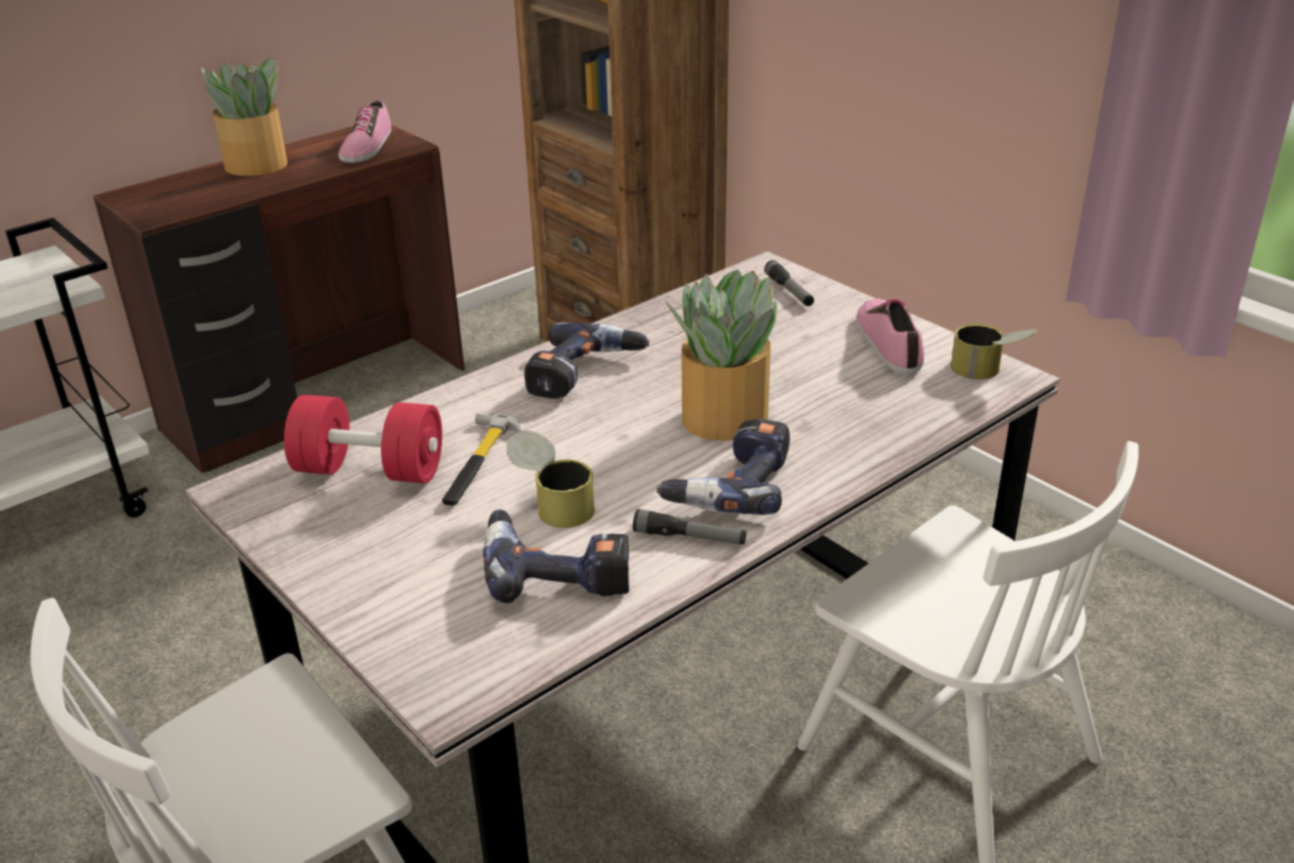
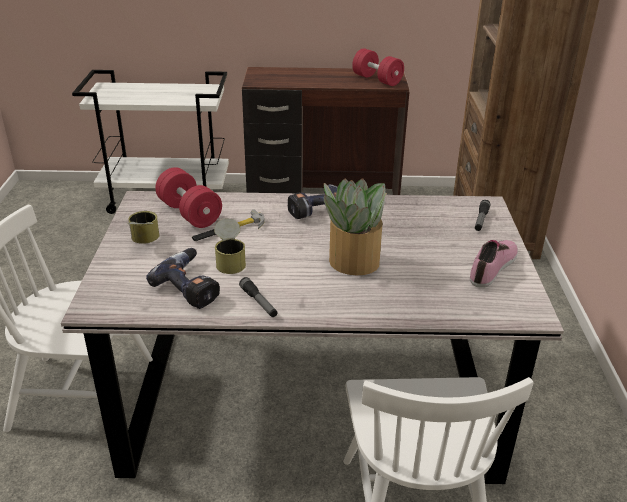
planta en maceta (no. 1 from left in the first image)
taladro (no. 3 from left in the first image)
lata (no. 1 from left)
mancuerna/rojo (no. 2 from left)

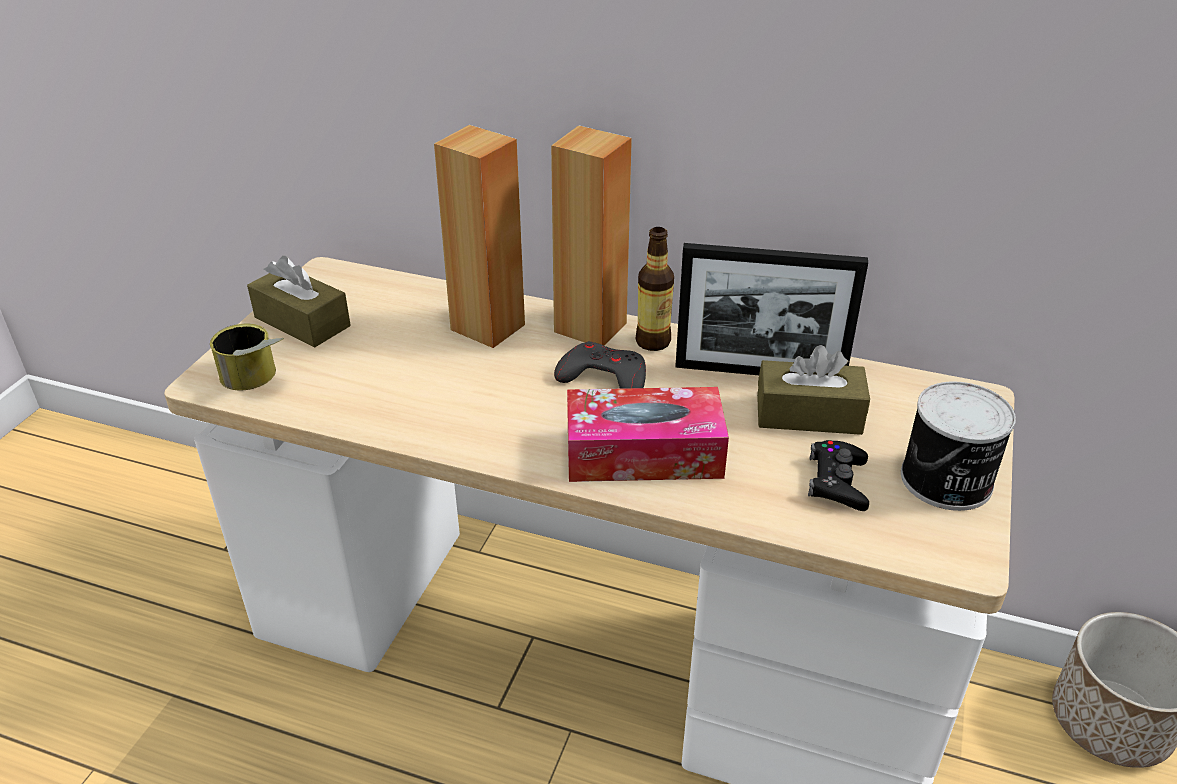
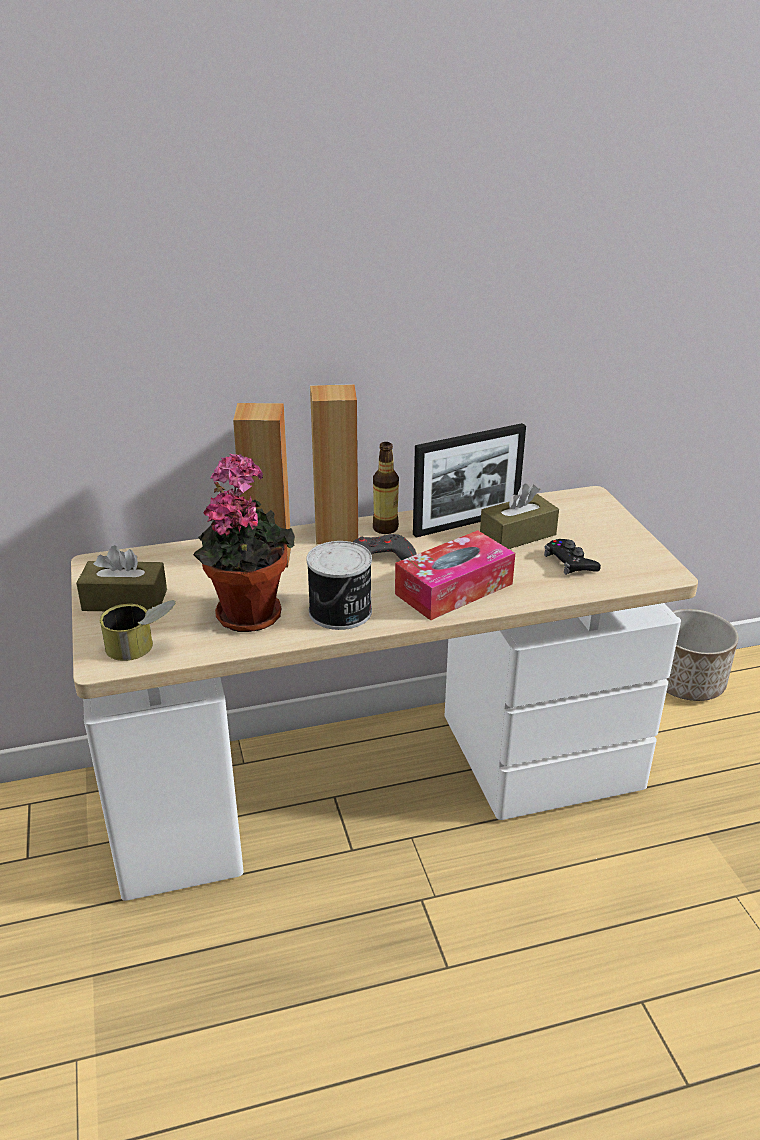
planta en maceta
lata (no. 2 from left)

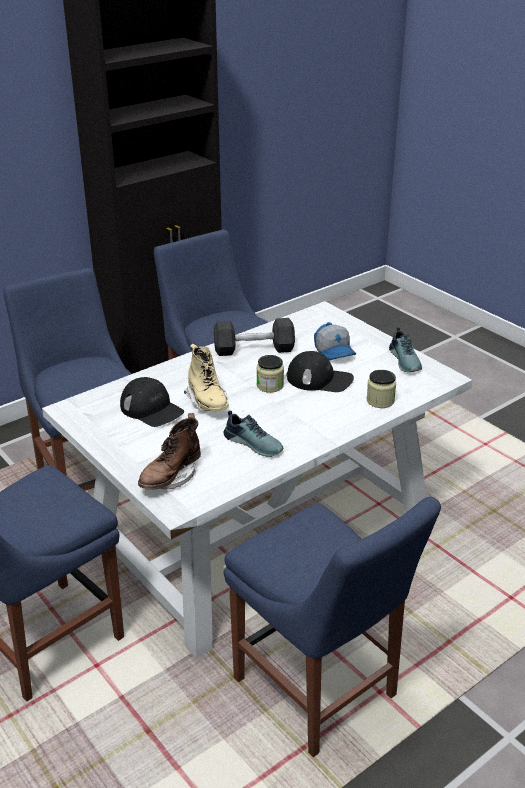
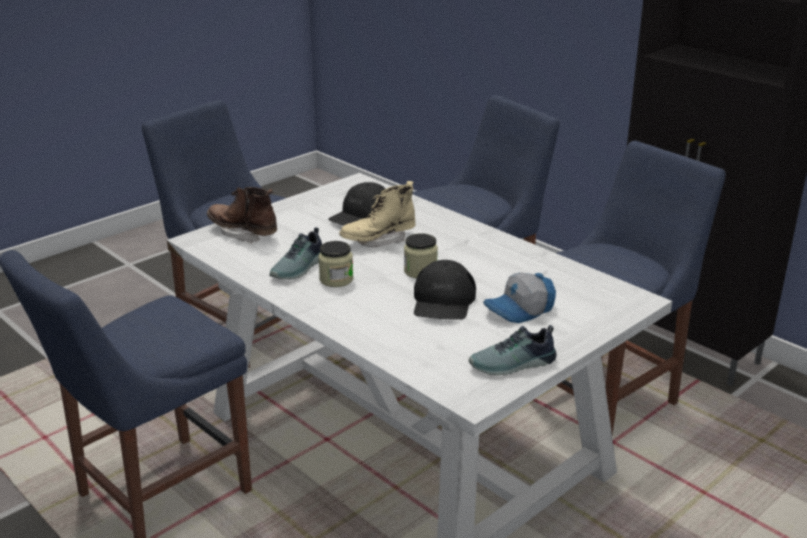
mancuerna/negro
tarro (no. 1 from left)

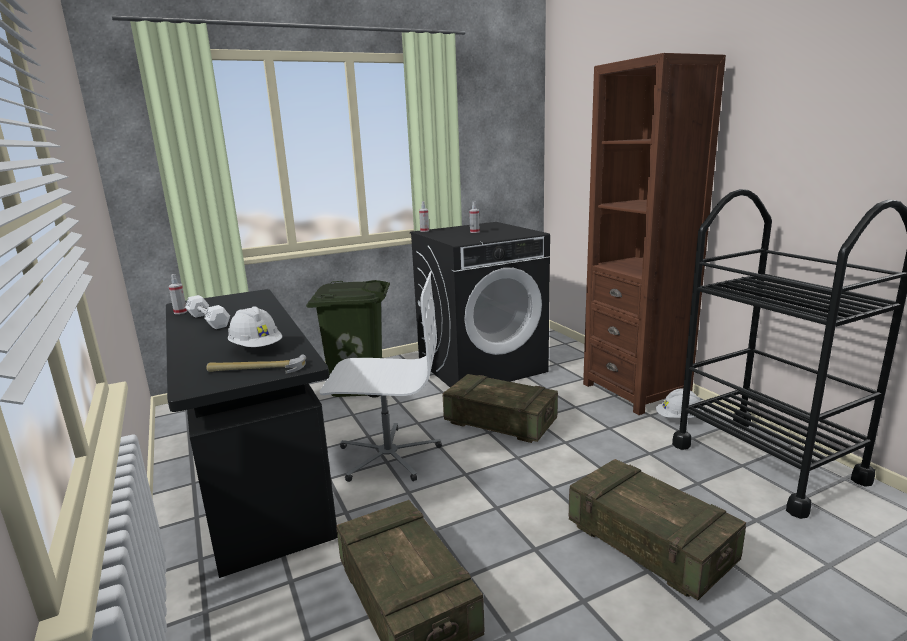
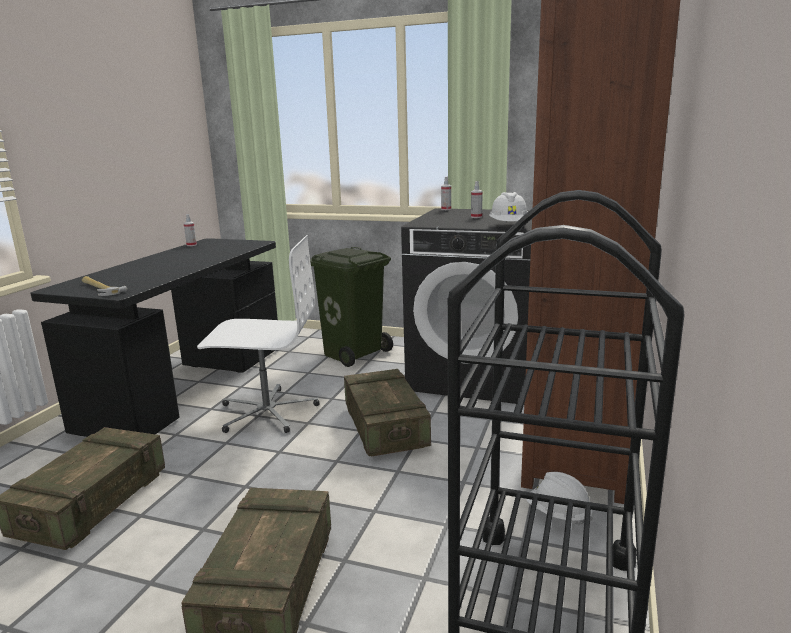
mancuerna/blanco
casco/blanco (no. 1 from left)
silla de oficina/blanco

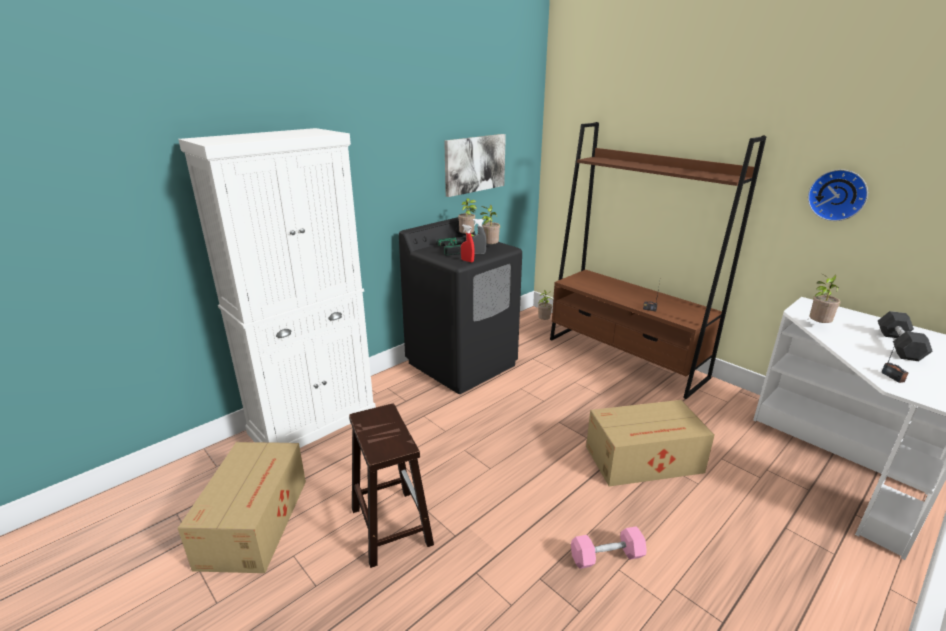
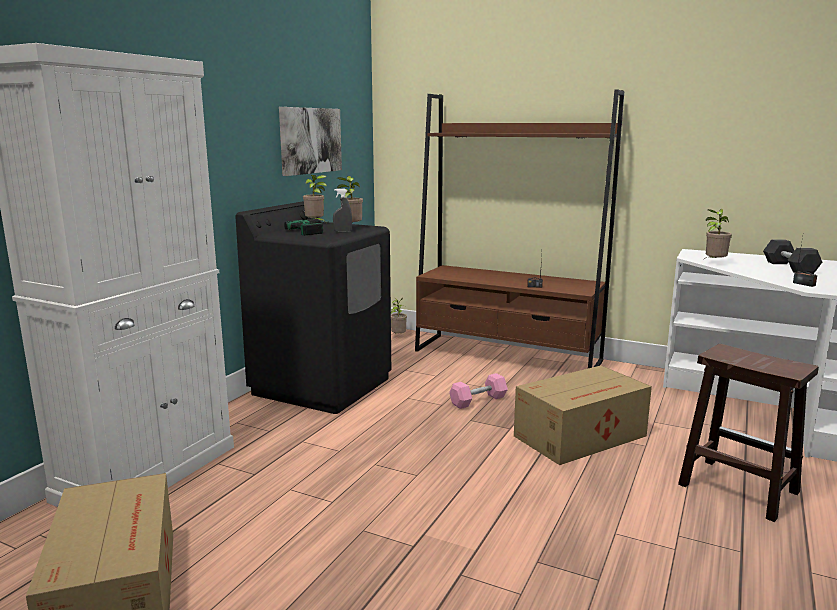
pulverizador/rojo
reloj de pared
taburete/marrón
mancuerna/rosa

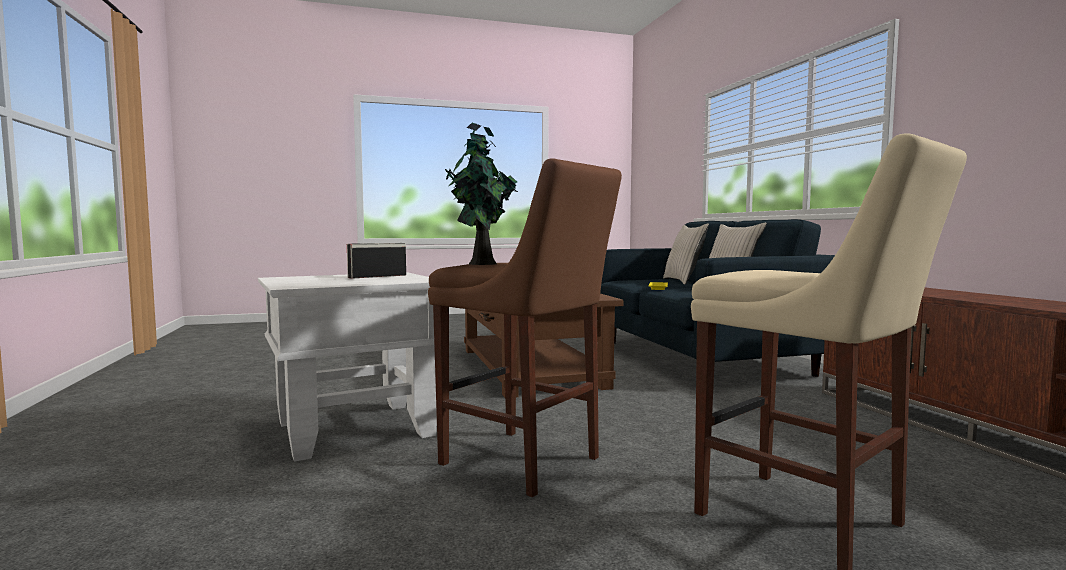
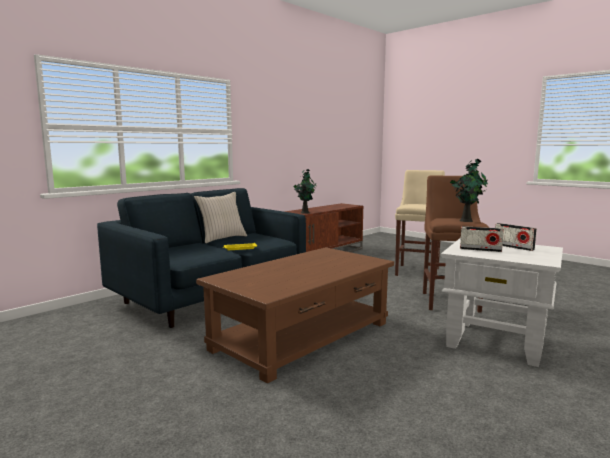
cojín/beis (no. 1 from left in the first image)
planta en maceta (no. 1 from left)
radio (no. 2 from left)

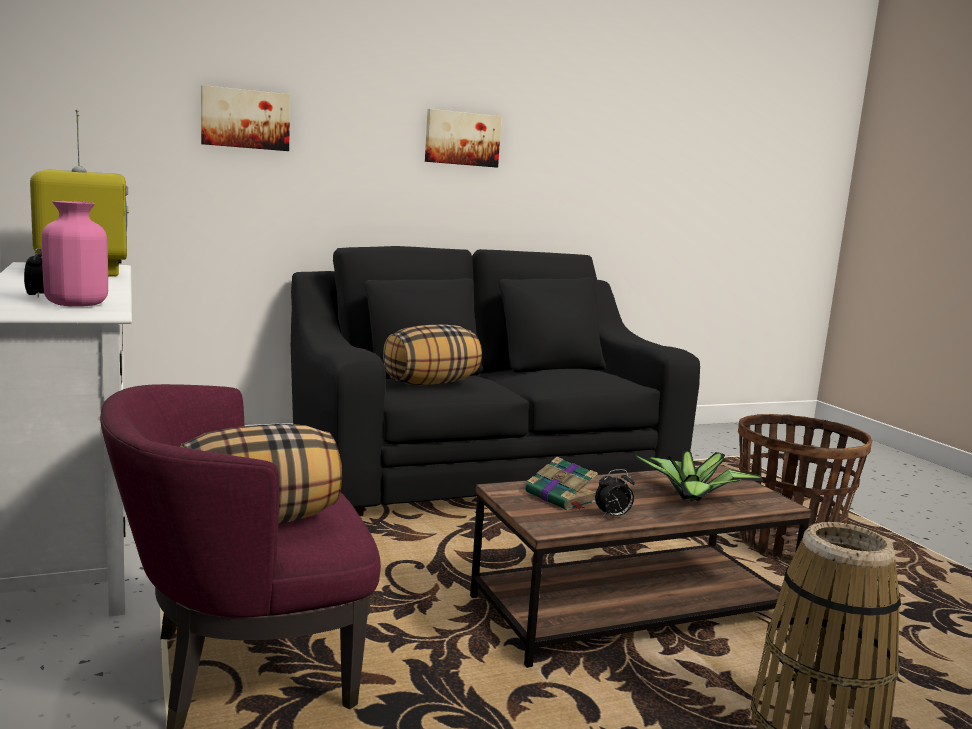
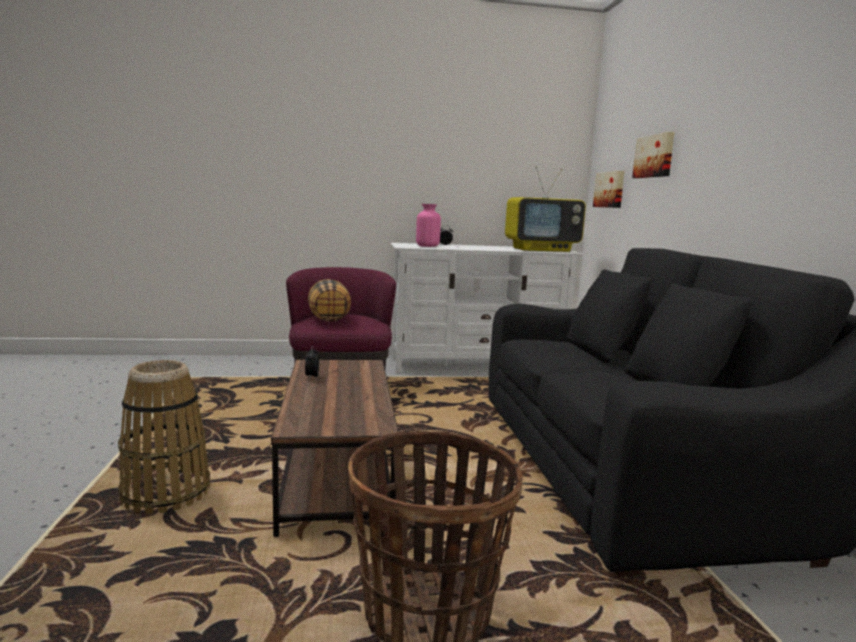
cojín (no. 2 from left in the first image)
libro
planta en maceta
cuadro (no. 1 from left)

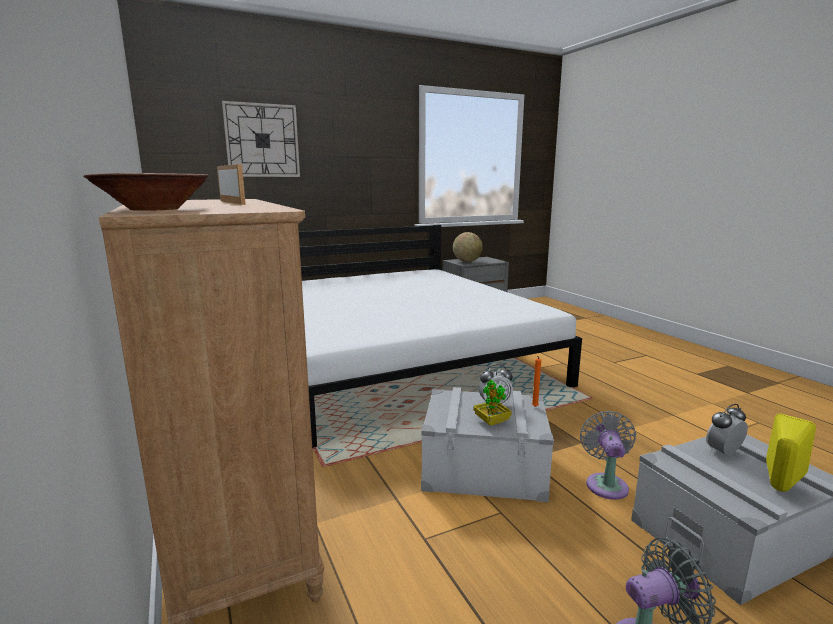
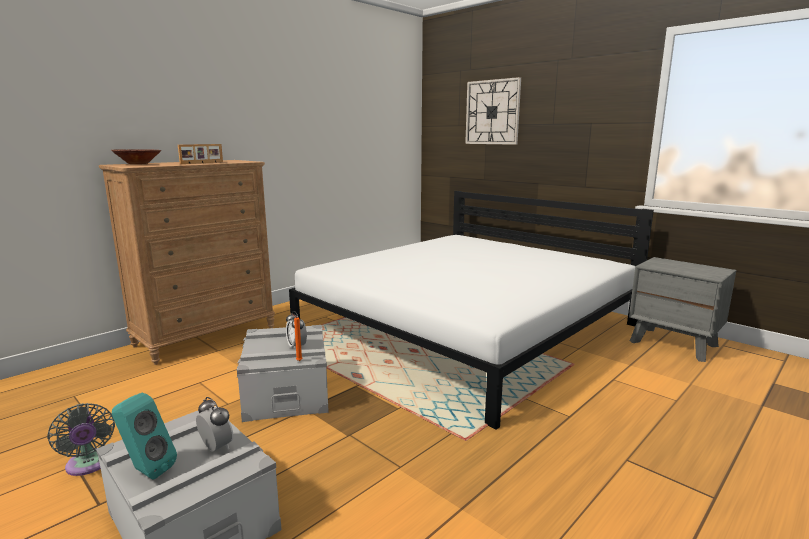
globo terráqueo
planta en maceta
ventilador/gris (no. 1 from left in the first image)
altavoz/turquesa

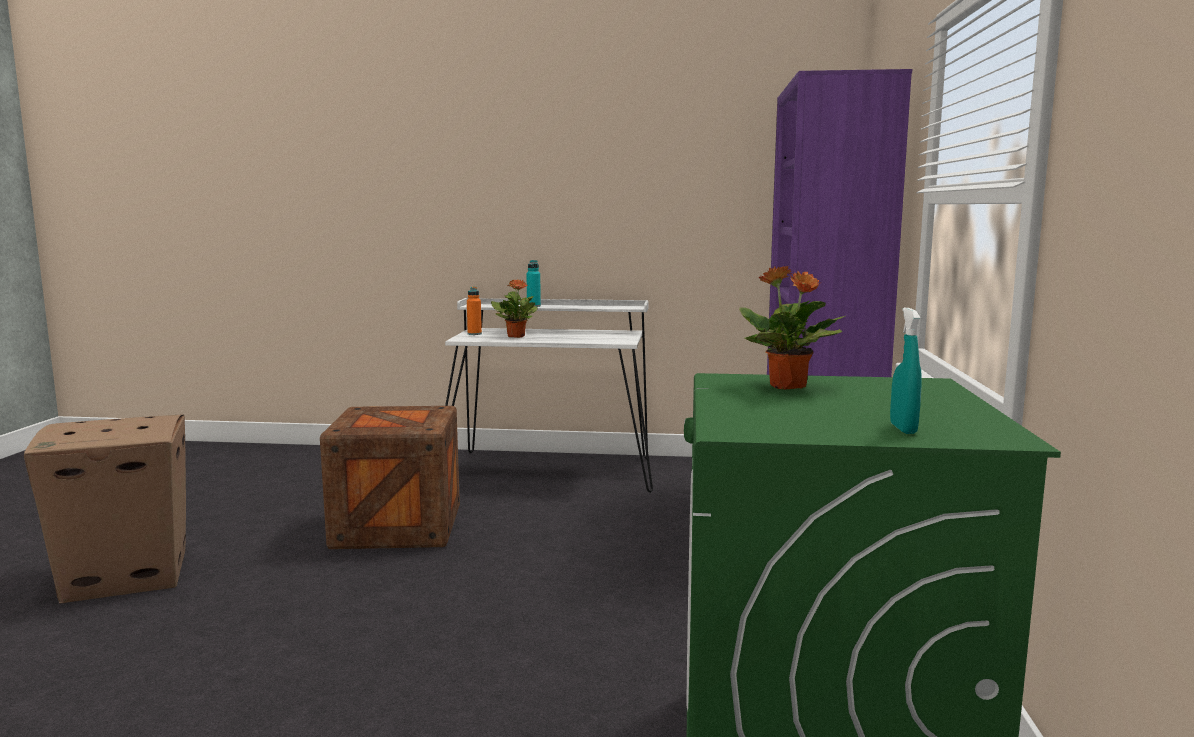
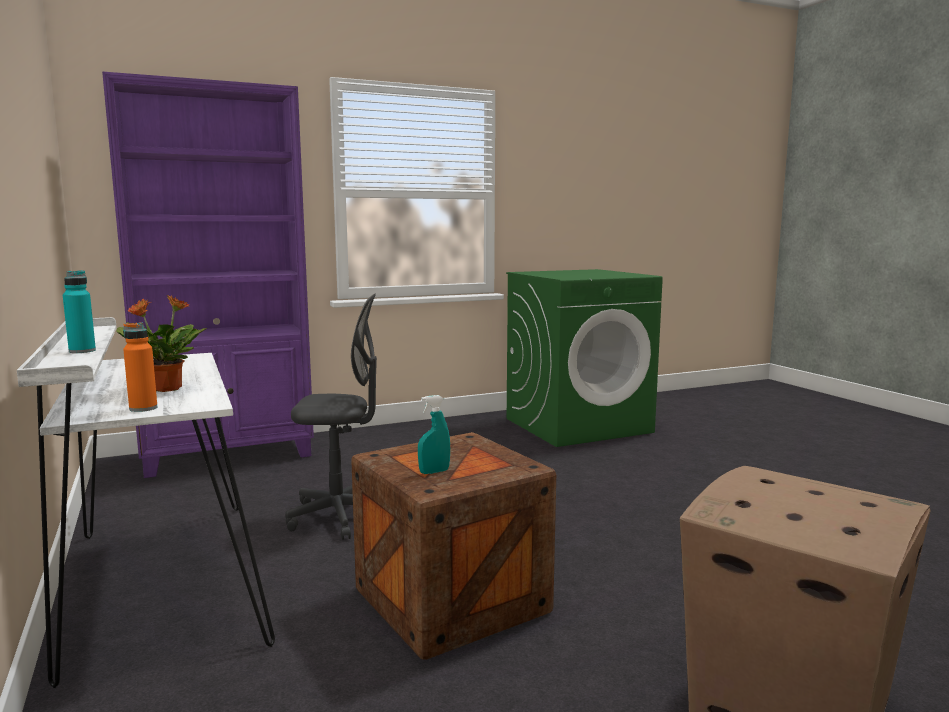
planta en maceta (no. 2 from left in the first image)
silla de oficina/gris
pulverizador/turquesa

